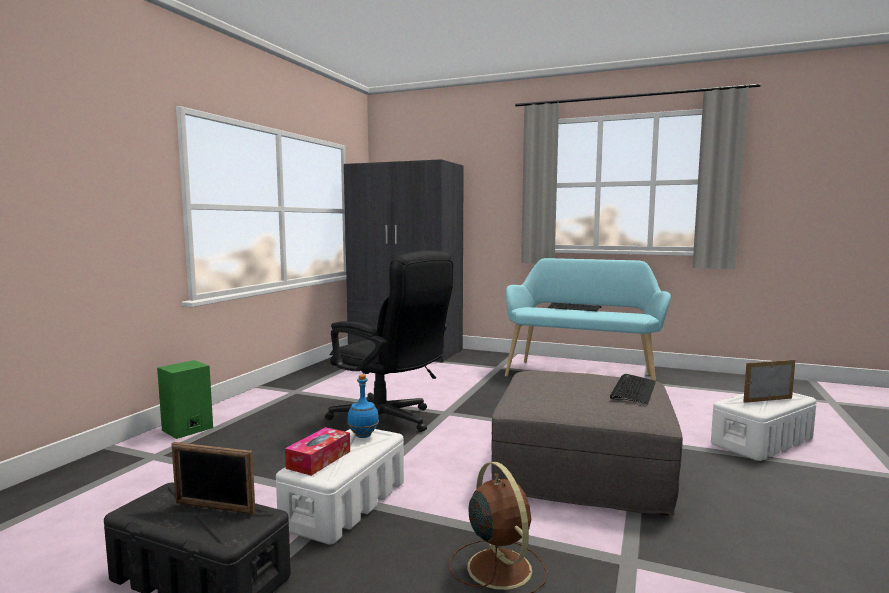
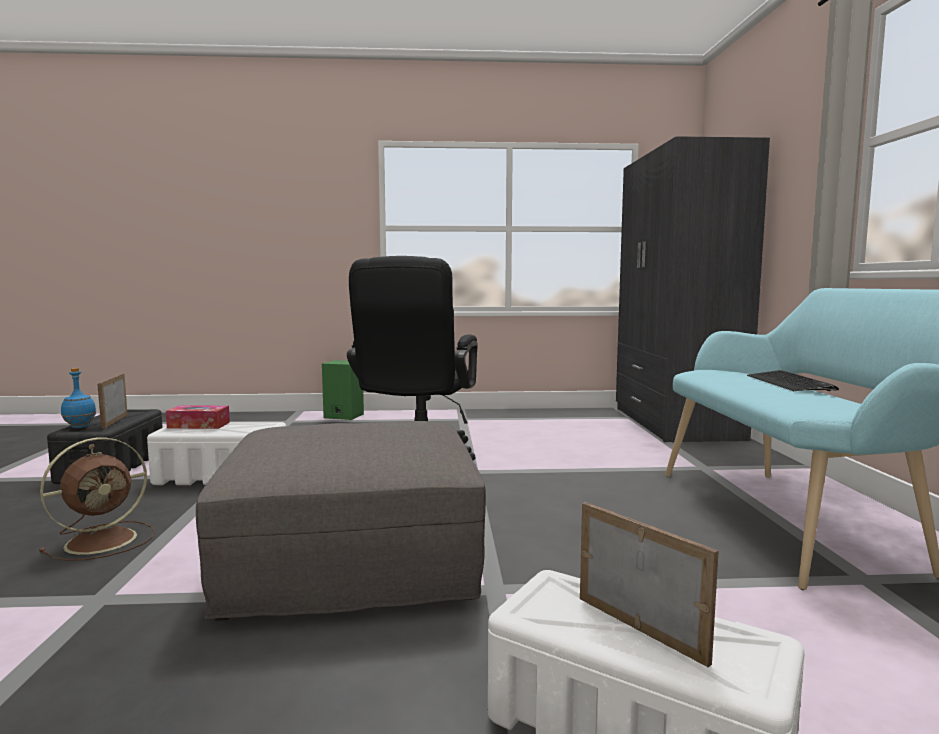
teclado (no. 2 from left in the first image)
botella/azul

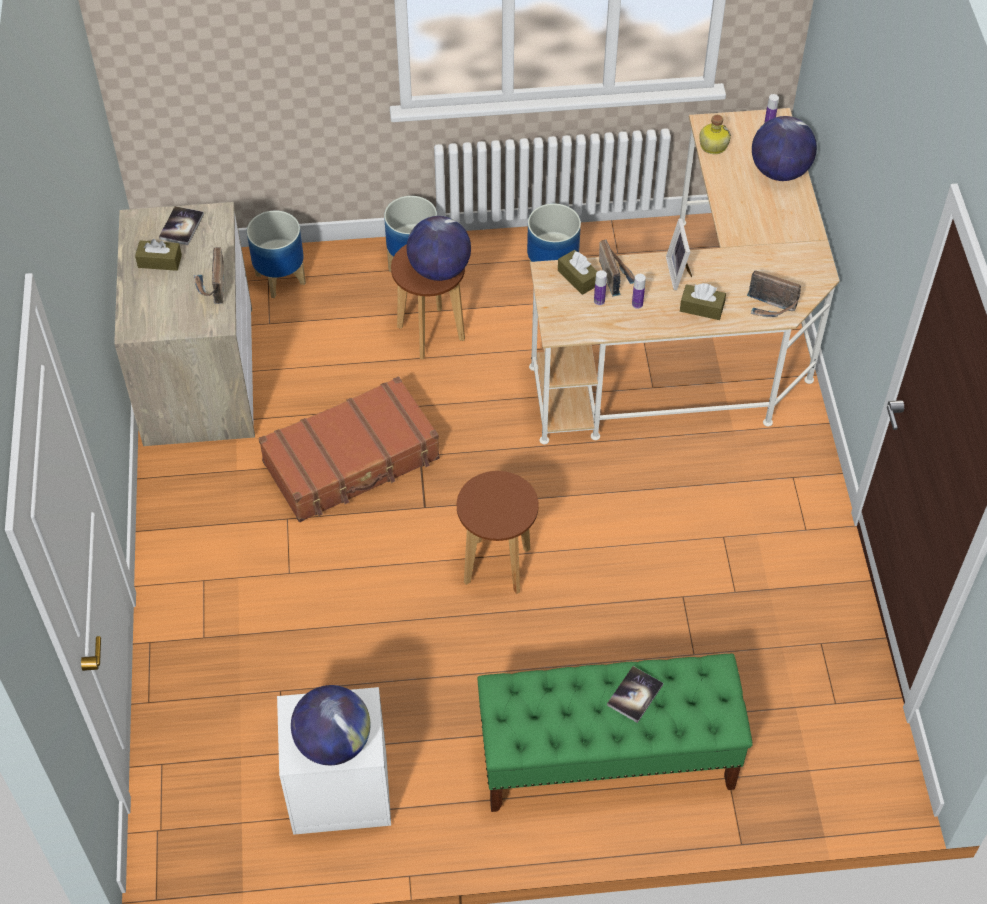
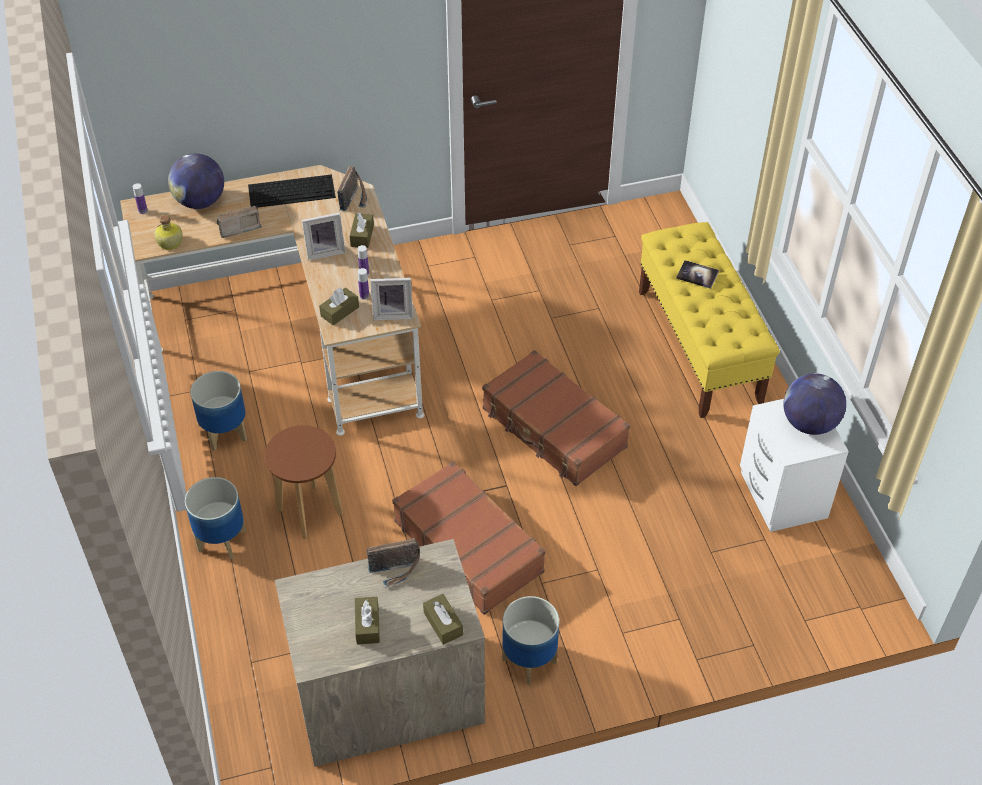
libro (no. 1 from left in the first image)
globo terráqueo (no. 2 from left in the first image)
teclado
portarretratos (no. 2 from left)
caja de pañuelos/marrón (no. 4 from left)
maceta (no. 3 from left)
radio (no. 1 from left)
maleta/marrón (no. 2 from left)
banco/amarillo

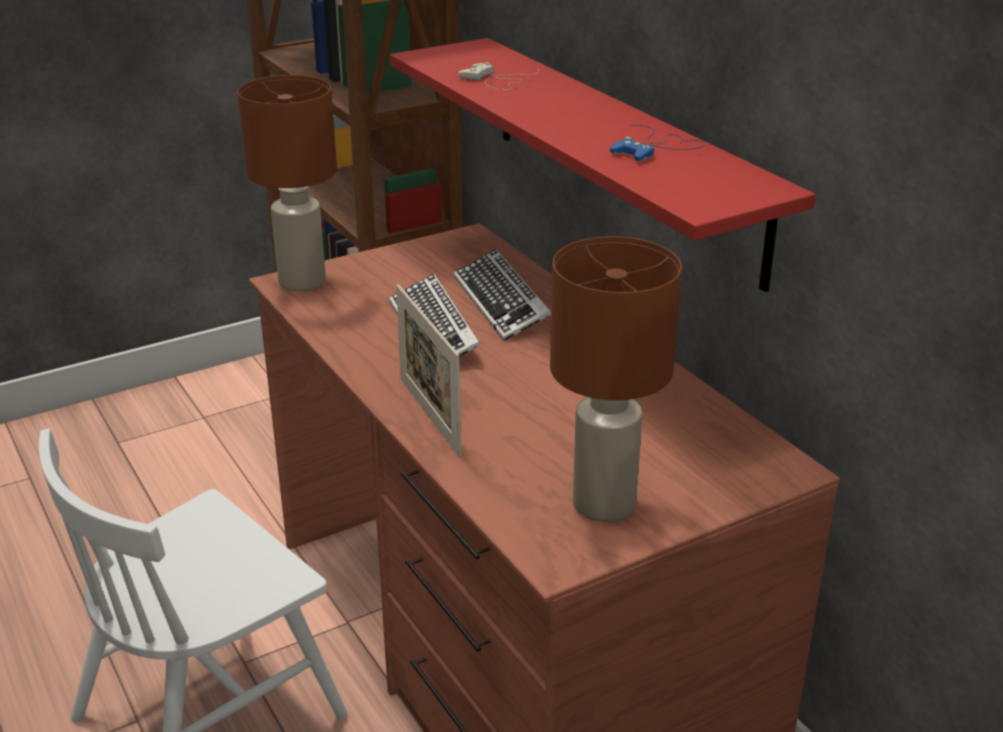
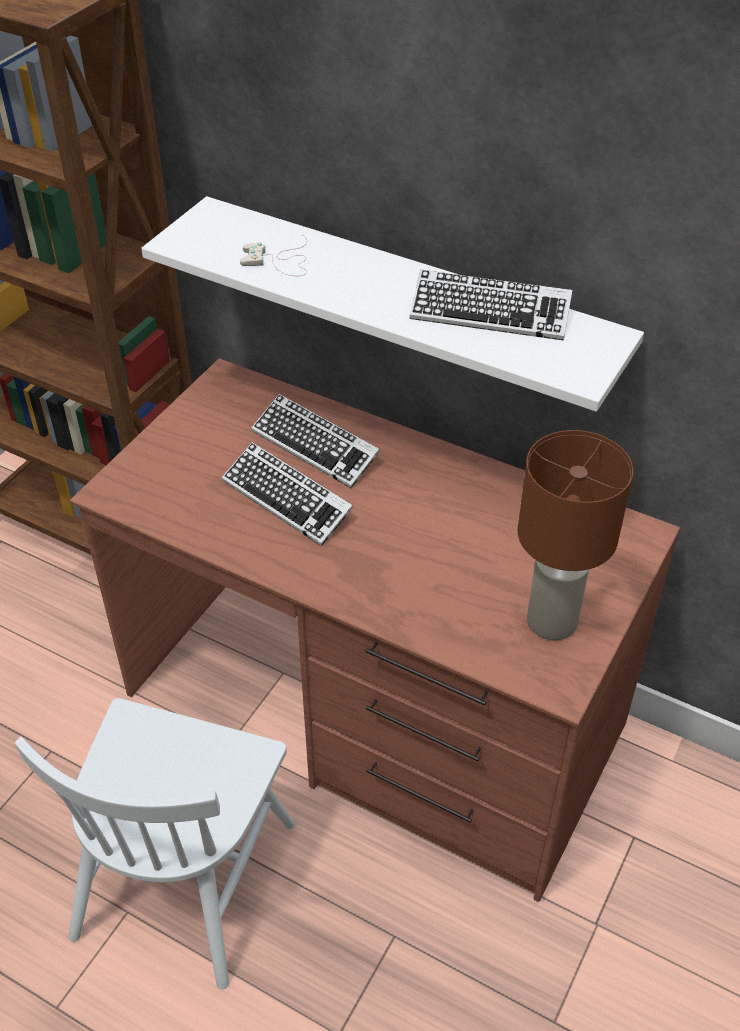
lámpara de mesa/marrón (no. 1 from left in the first image)
portarretratos
teclado (no. 3 from left)
estante/blanco

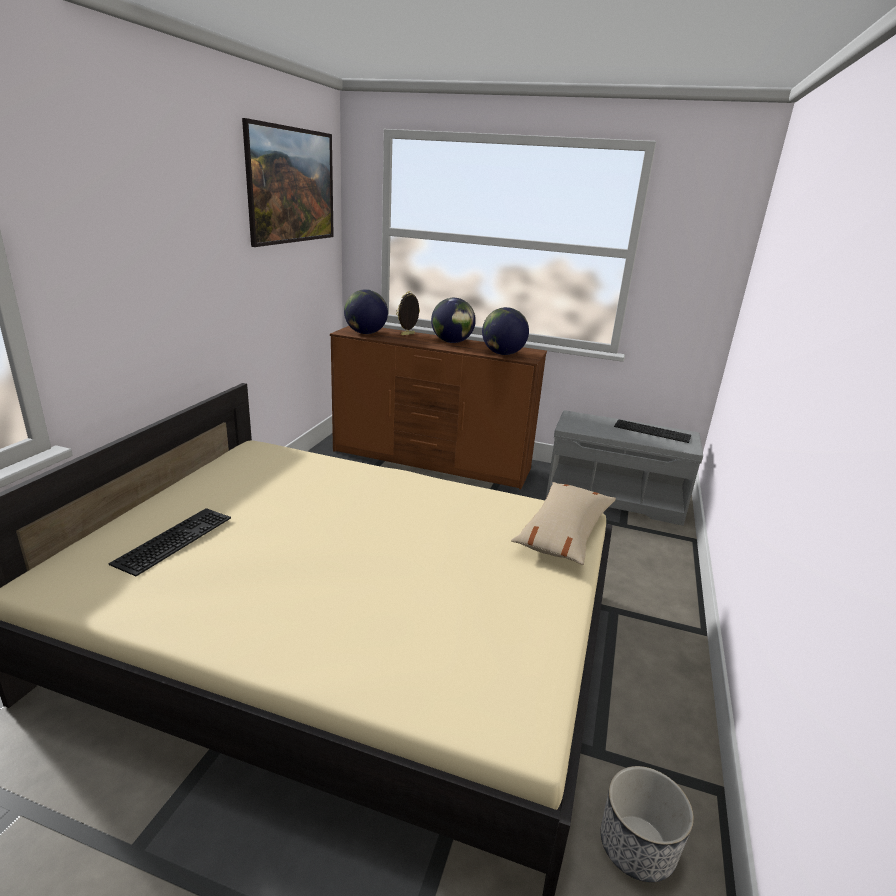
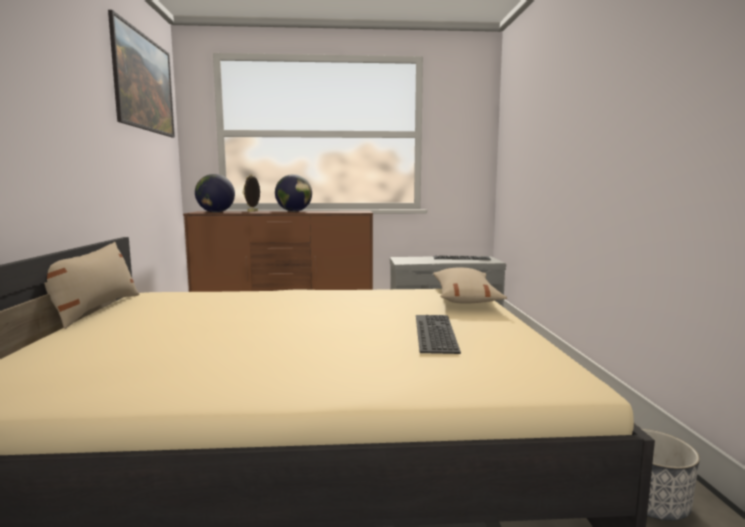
globo terráqueo (no. 3 from left in the first image)
cojín/beis (no. 1 from left)
teclado (no. 1 from left)

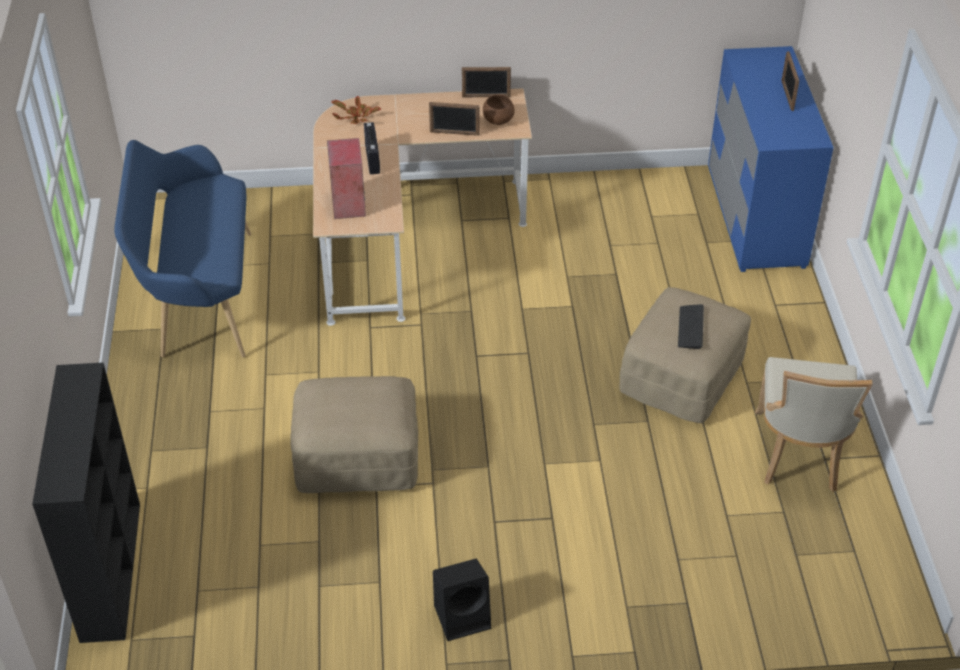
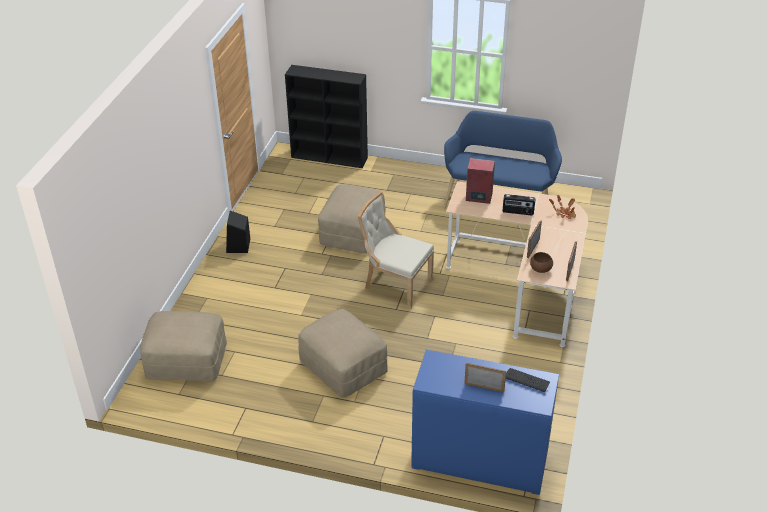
puf/beis (no. 1 from left)
teclado
silla/beis

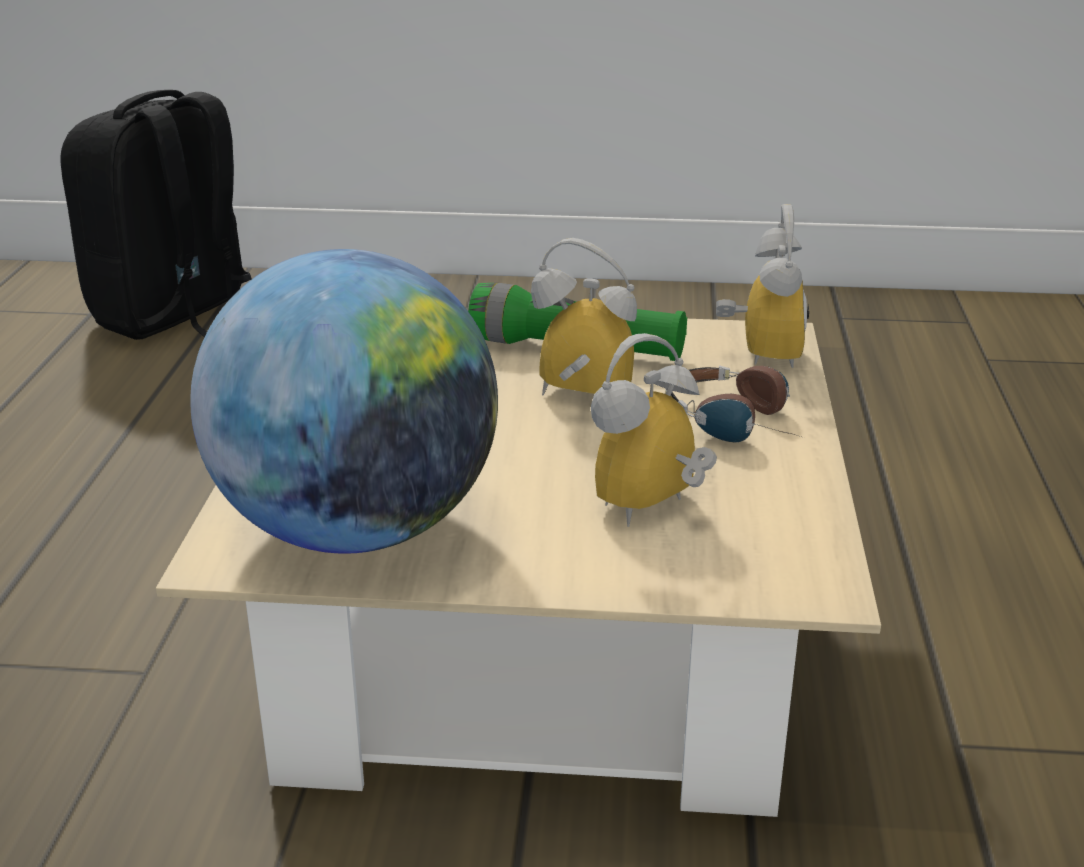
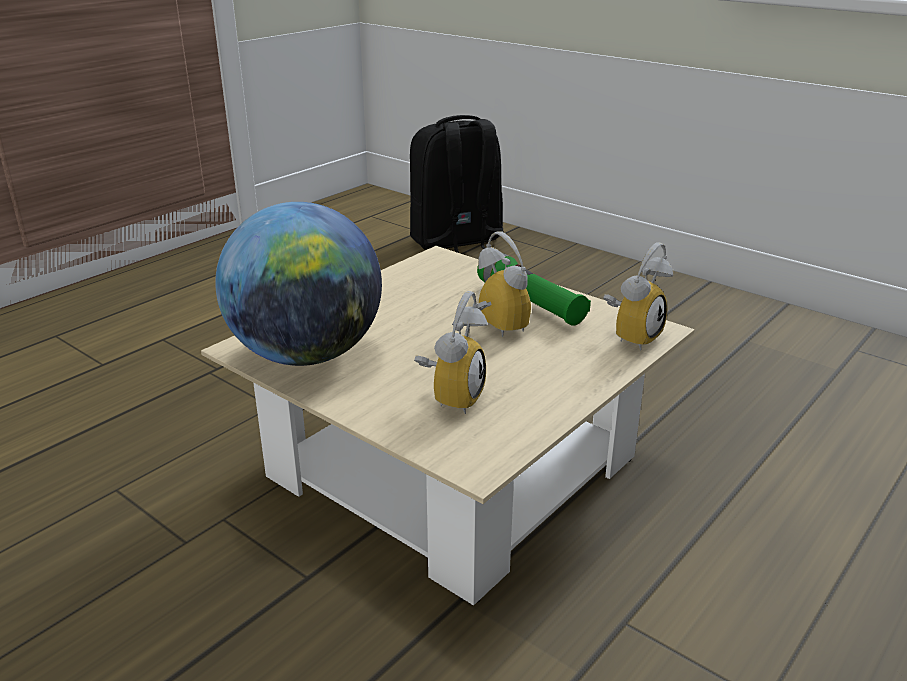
auriculares
despertador (no. 1 from left)

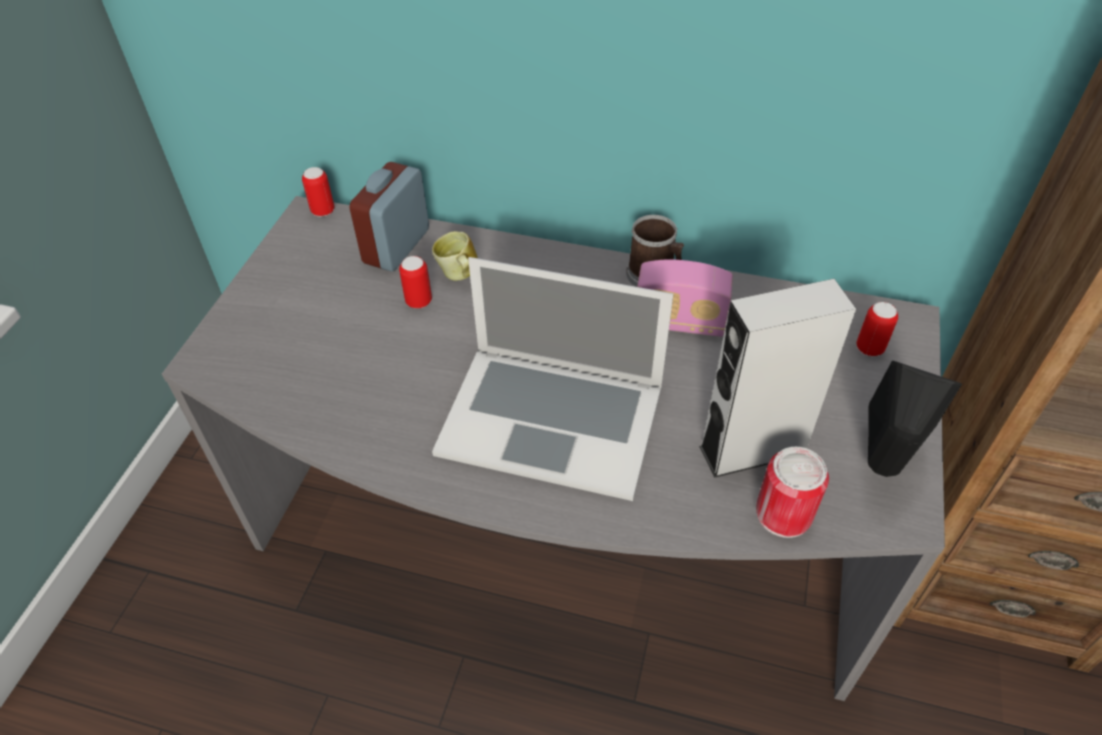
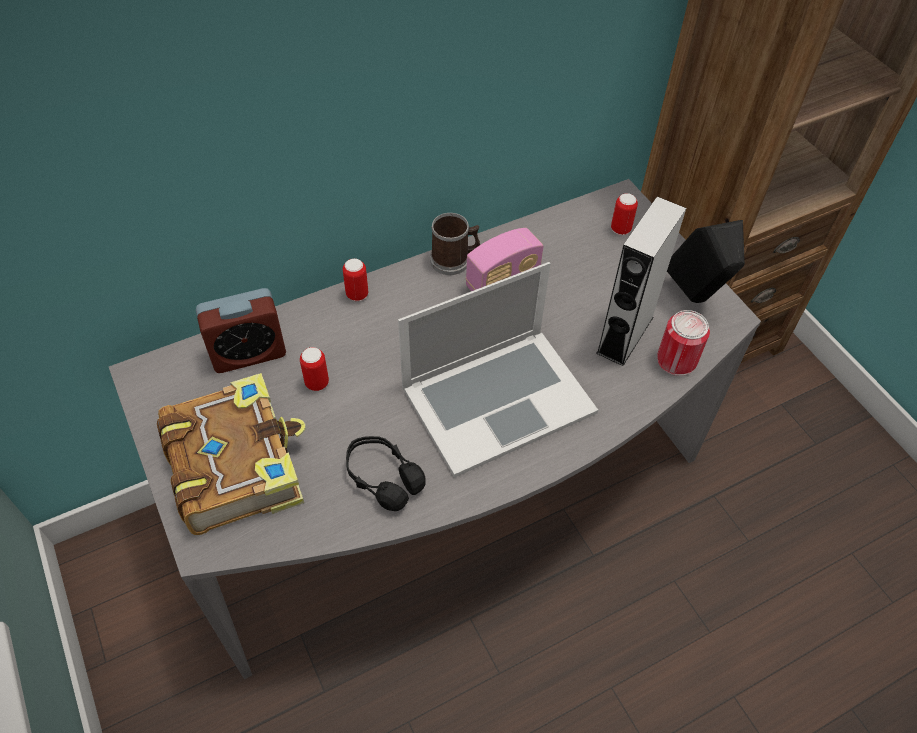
taza grande (no. 1 from left in the first image)
libro
auriculares/negro
lata (no. 2 from left)
despertador

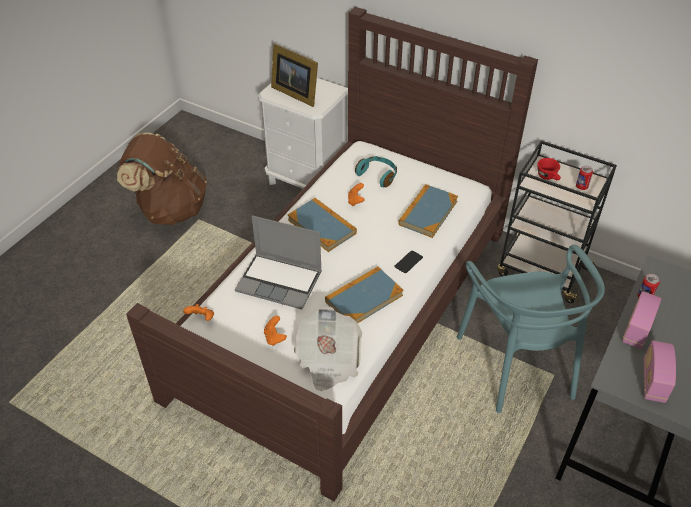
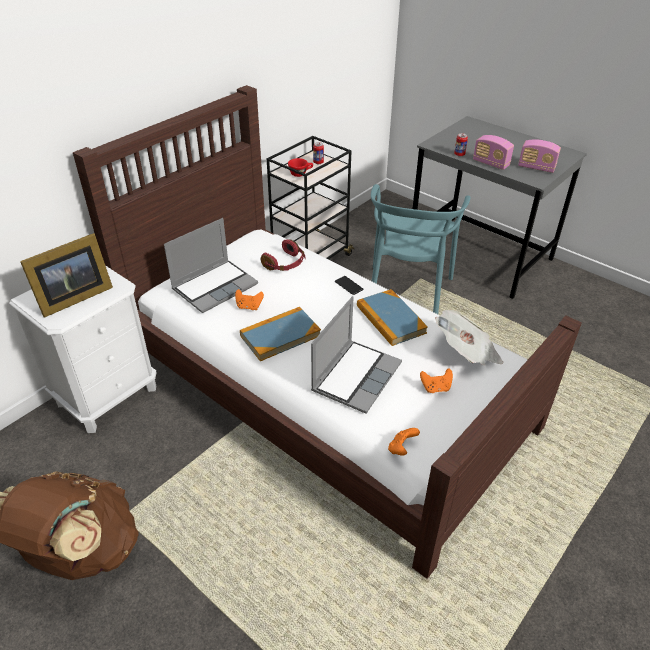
portátil (no. 1 from left)
auriculares/rojo
silla/turquesa

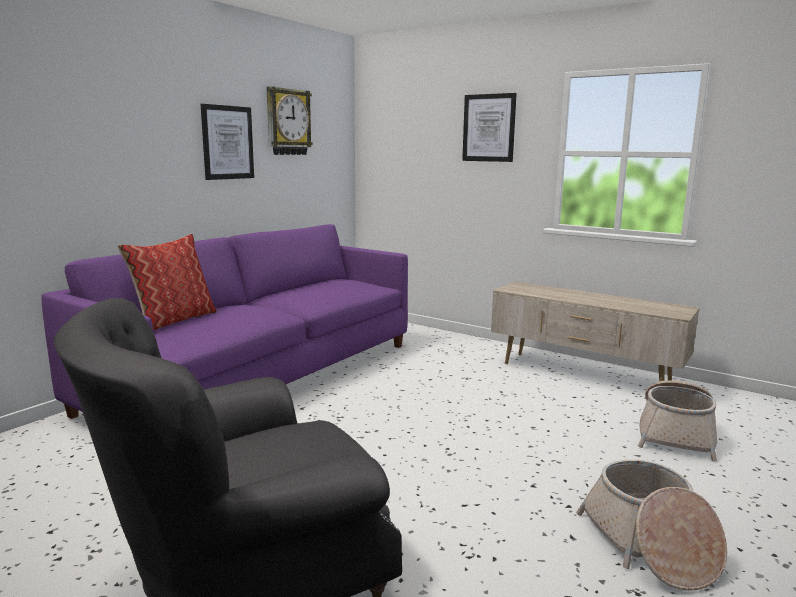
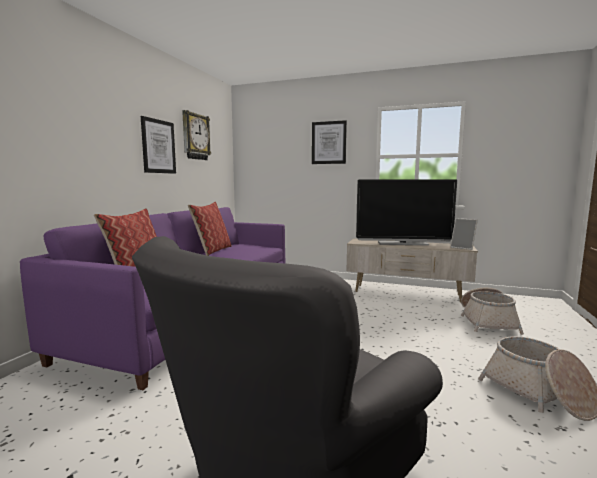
cojín (no. 2 from left)
televisor
portarretratos

